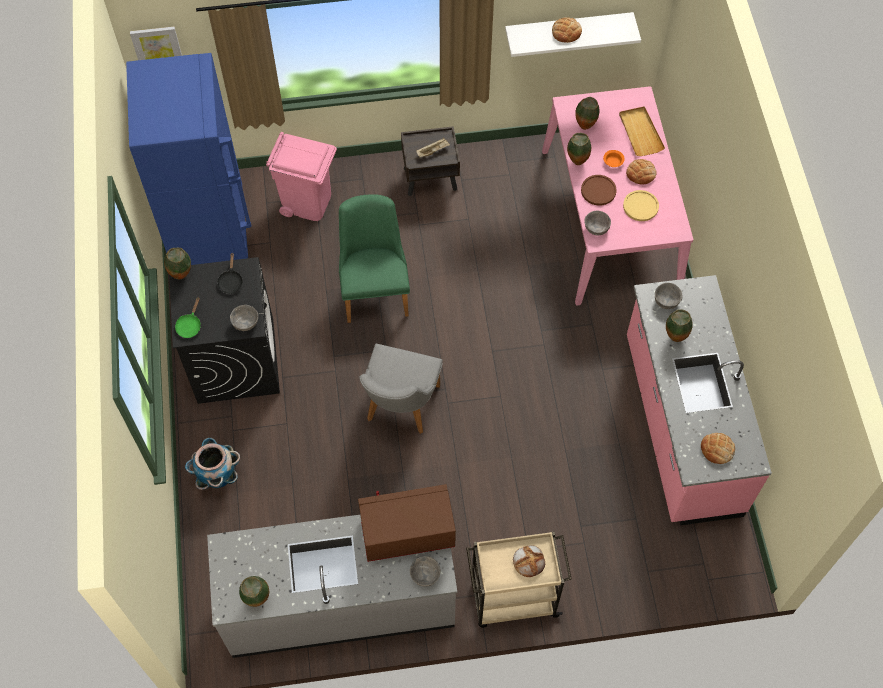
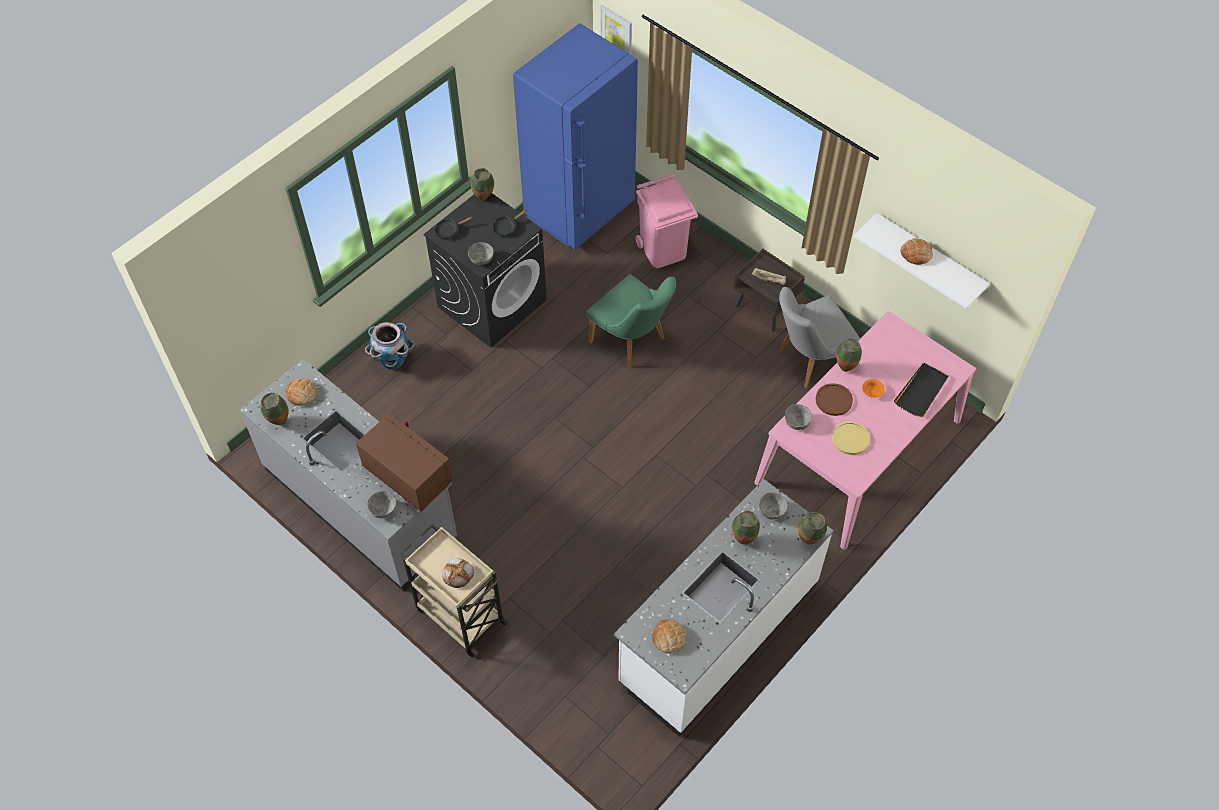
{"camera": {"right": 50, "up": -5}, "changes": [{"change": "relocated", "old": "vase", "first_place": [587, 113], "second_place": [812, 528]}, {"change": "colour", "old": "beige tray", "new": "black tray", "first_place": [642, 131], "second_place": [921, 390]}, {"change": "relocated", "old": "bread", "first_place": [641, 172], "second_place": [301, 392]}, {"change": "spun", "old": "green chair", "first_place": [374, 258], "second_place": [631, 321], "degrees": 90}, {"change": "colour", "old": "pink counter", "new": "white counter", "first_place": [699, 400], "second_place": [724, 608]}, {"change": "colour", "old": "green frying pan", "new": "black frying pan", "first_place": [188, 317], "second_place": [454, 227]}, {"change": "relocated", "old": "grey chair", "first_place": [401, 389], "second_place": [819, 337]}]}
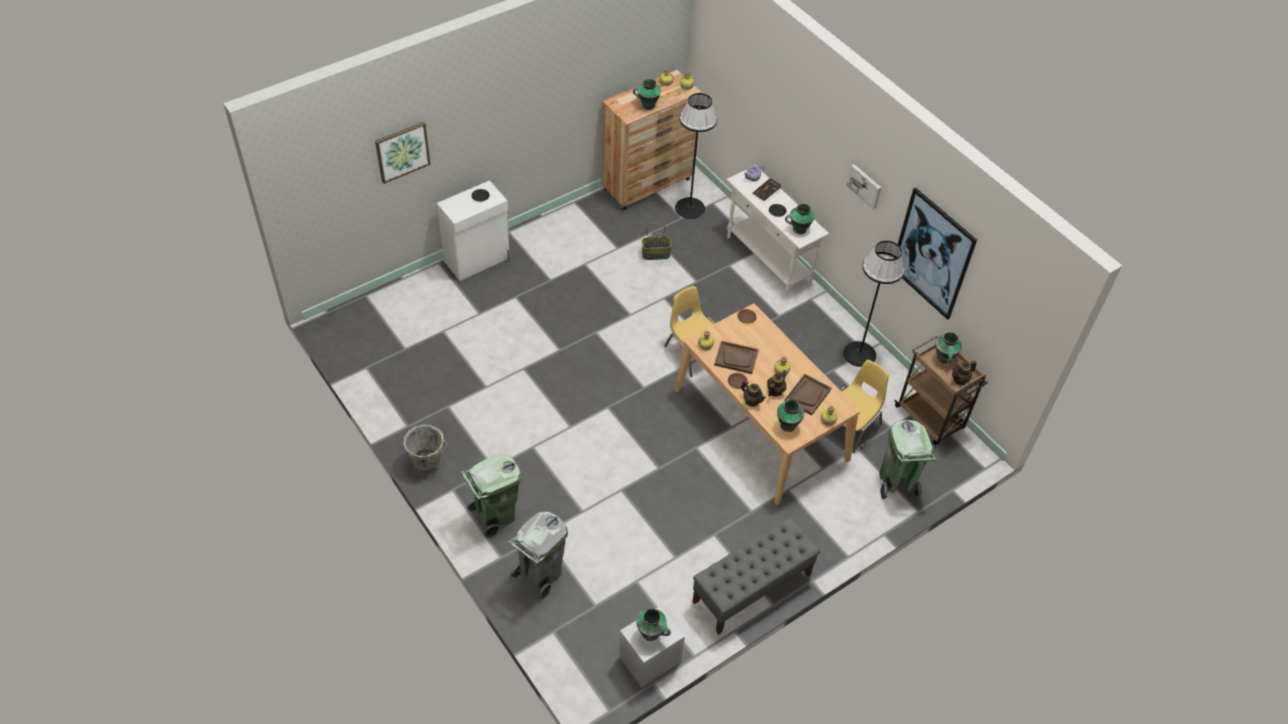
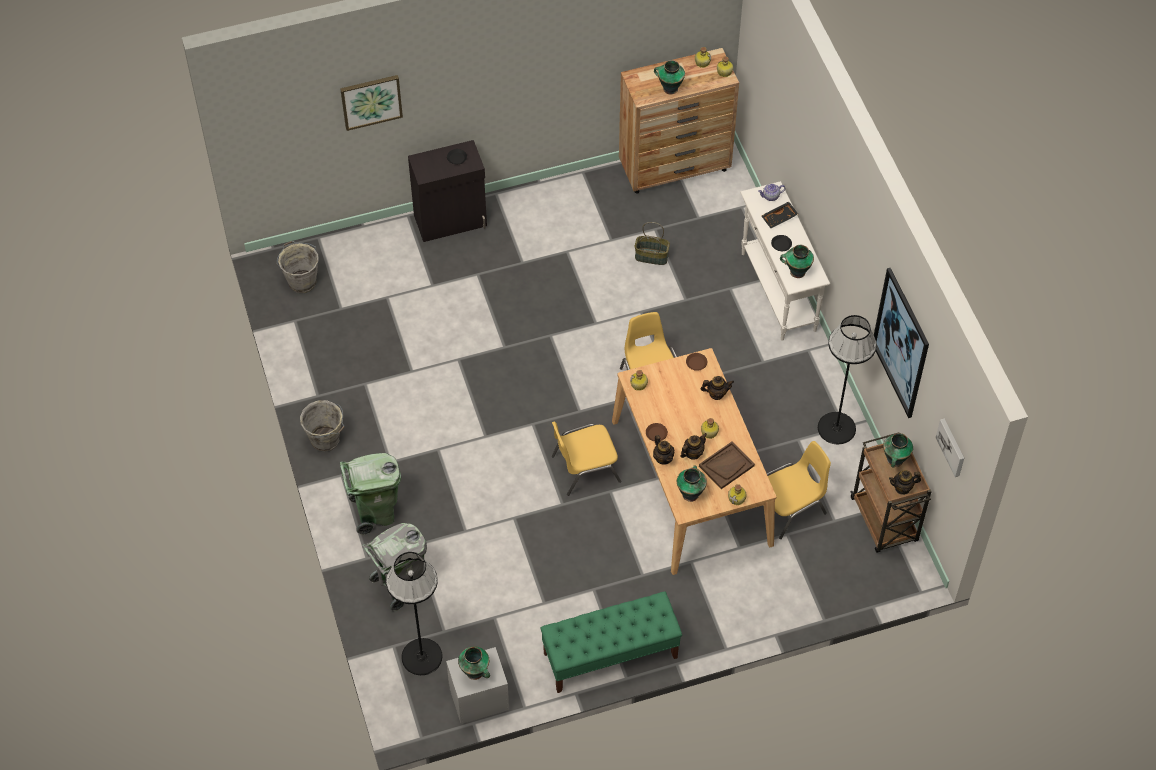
{"camera": {"right": 20, "up": 5}, "changes": [{"change": "relocated", "old": "black floor lamp", "first_place": [696, 156], "second_place": [414, 613]}, {"change": "relocated", "old": "picture", "first_place": [864, 186], "second_place": [950, 448]}, {"change": "colour", "old": "white cabinet", "new": "black cabinet", "first_place": [473, 230], "second_place": [447, 191]}, {"change": "missing", "old": "brown tray", "first_place": [736, 357]}, {"change": "missing", "old": "green trash can", "first_place": [908, 460]}, {"change": "colour", "old": "grey bench", "new": "green bench", "first_place": [756, 576], "second_place": [611, 642]}, {"change": "appeared", "new": "grey bucket", "second_place": [298, 267]}, {"change": "appeared", "new": "teapot", "second_place": [717, 388]}, {"change": "appeared", "new": "yellow chair", "second_place": [586, 458]}]}
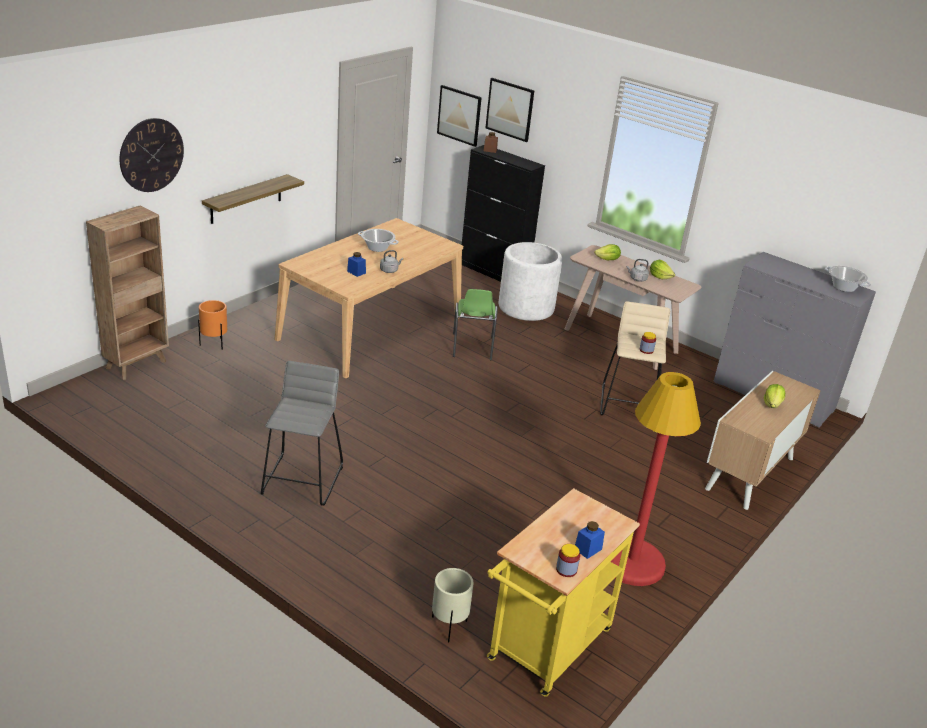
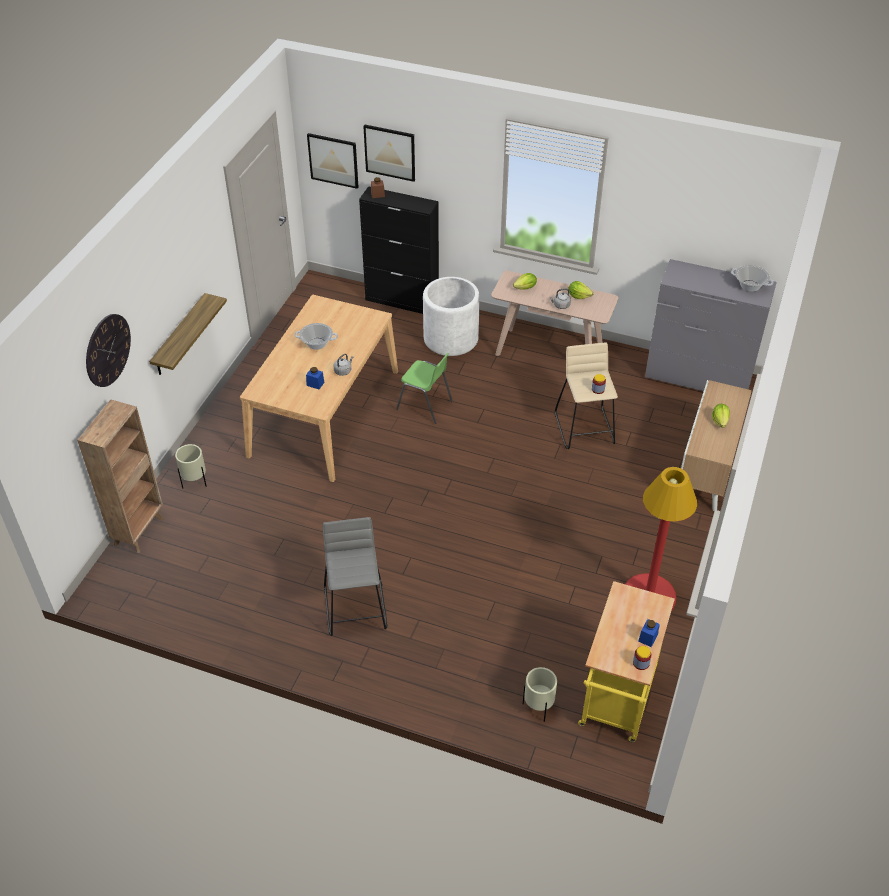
{"camera": {"right": -15, "up": 15}, "changes": [{"change": "spun", "old": "green chair", "first_place": [475, 324], "second_place": [424, 388], "degrees": -45}, {"change": "colour", "old": "orange planter", "new": "beige planter", "first_place": [212, 325], "second_place": [191, 466]}]}
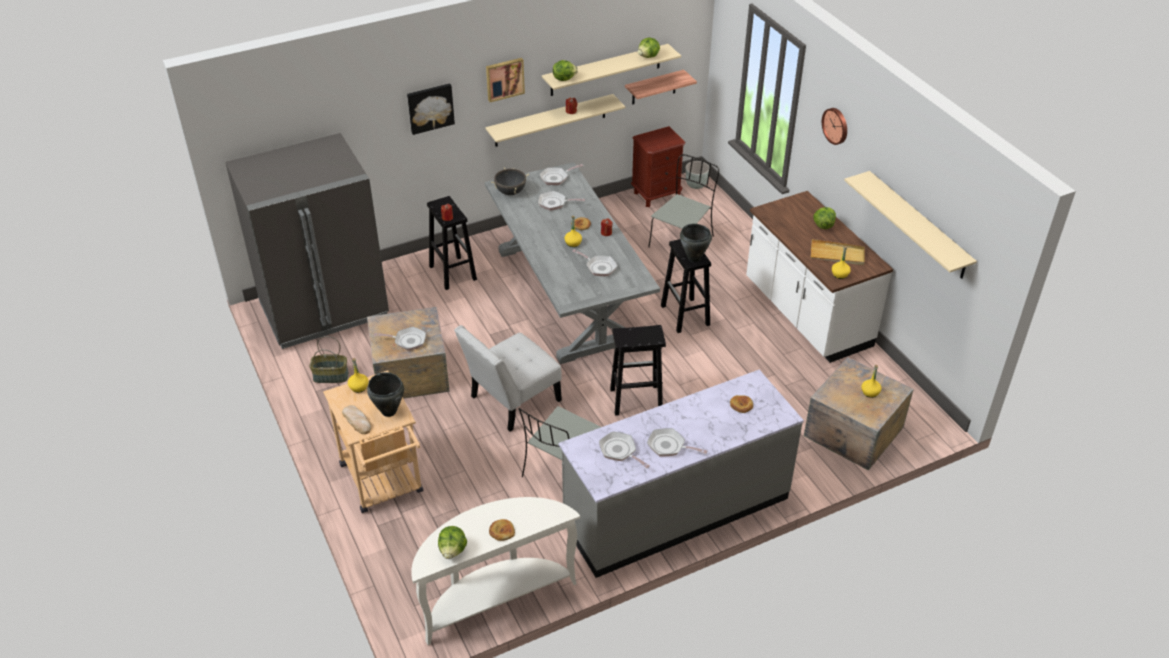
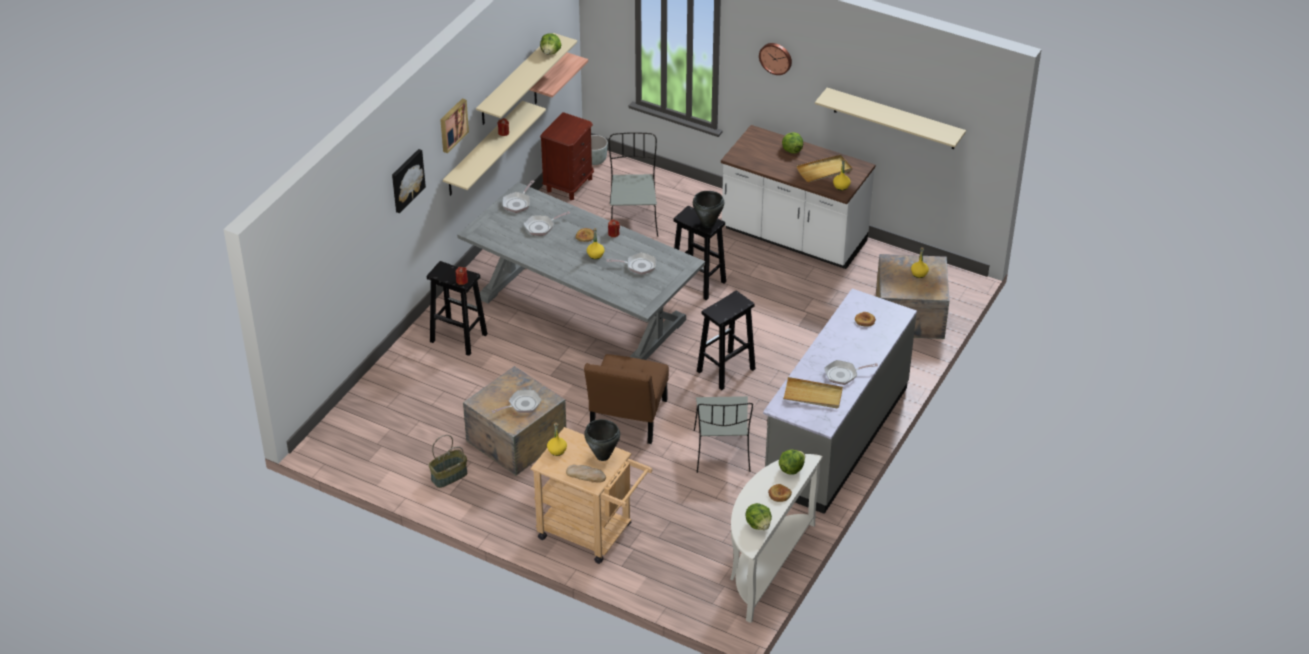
{"camera": {"right": -35, "up": 0}, "changes": [{"change": "relocated", "old": "lettuce", "first_place": [565, 70], "second_place": [792, 462]}, {"change": "missing", "old": "grey fridge", "first_place": [307, 241]}, {"change": "missing", "old": "black cooking pot", "first_place": [510, 181]}, {"change": "colour", "old": "white chair", "new": "brown chair", "first_place": [508, 378], "second_place": [626, 399]}, {"change": "exchanged", "old": "frying pan", "new": "beige tray", "first_place": [624, 449], "second_place": [813, 392]}]}
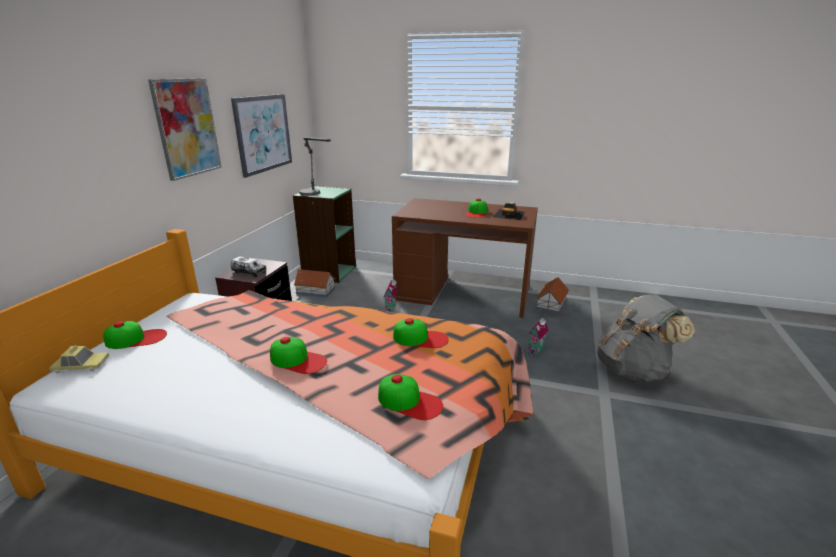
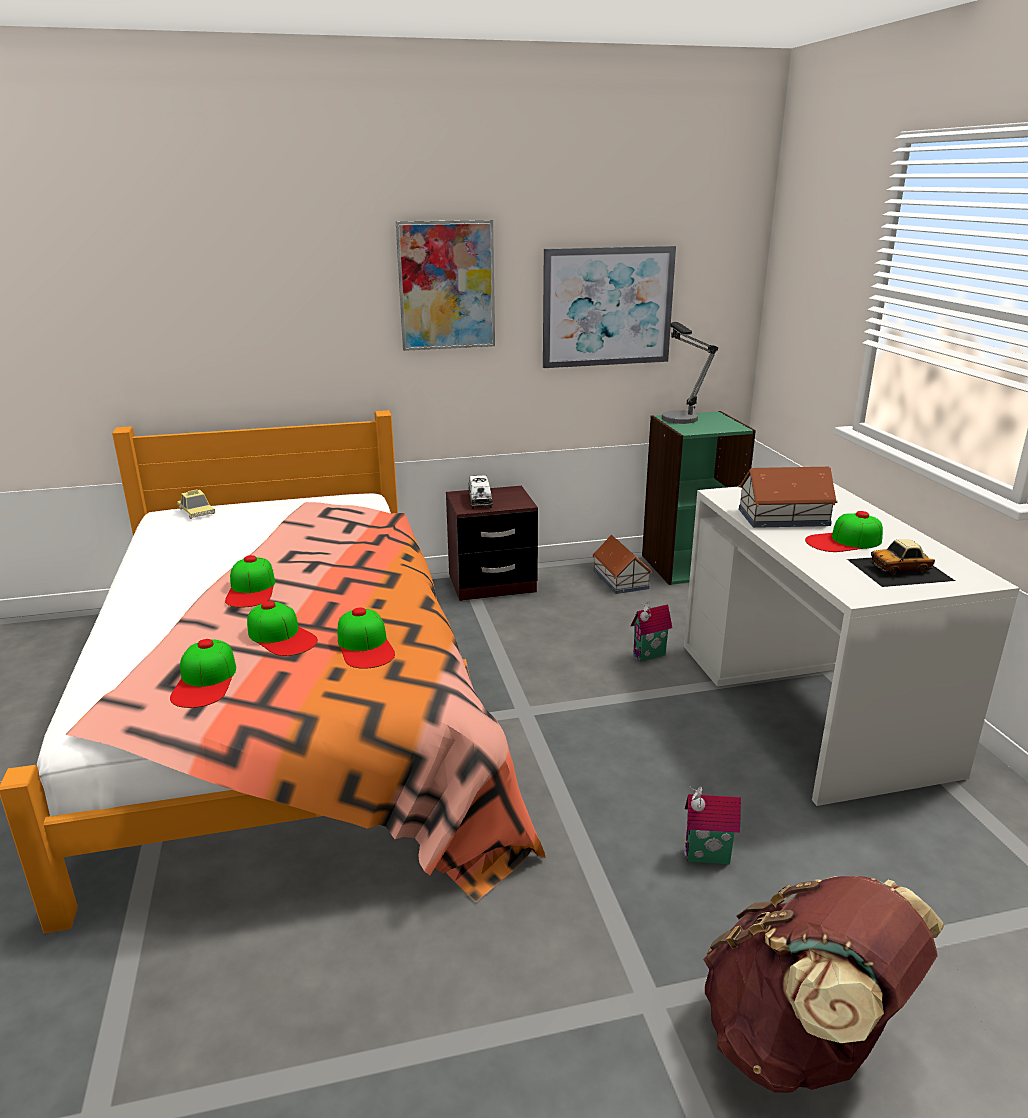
{"camera": {"right": 60, "up": 0}, "changes": [{"change": "colour", "old": "brown desk", "new": "white desk", "first_place": [465, 258], "second_place": [852, 644]}, {"change": "relocated", "old": "toy house", "first_place": [552, 295], "second_place": [788, 497]}, {"change": "colour", "old": "grey backpack", "new": "brown backpack", "first_place": [646, 338], "second_place": [823, 984]}, {"change": "relocated", "old": "cap", "first_place": [135, 335], "second_place": [282, 628]}]}
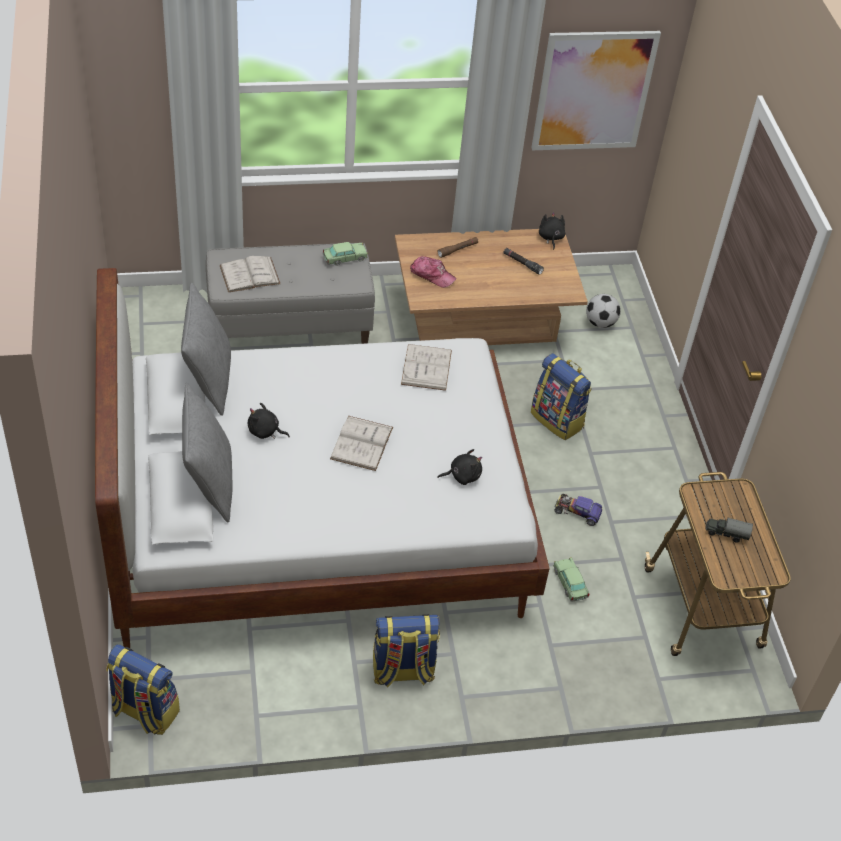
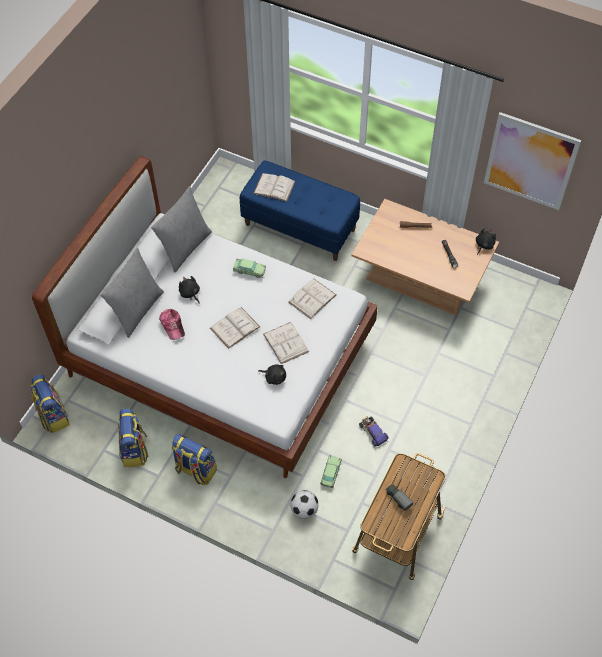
{"camera": {"right": 40, "up": 10}, "changes": [{"change": "relocated", "old": "toy car", "first_place": [345, 254], "second_place": [249, 268]}, {"change": "colour", "old": "grey bench", "new": "blue bench", "first_place": [290, 293], "second_place": [300, 210]}, {"change": "relocated", "old": "cap", "first_place": [433, 272], "second_place": [172, 324]}, {"change": "relocated", "old": "football", "first_place": [603, 311], "second_place": [304, 504]}, {"change": "relocated", "old": "backpack", "first_place": [561, 396], "second_place": [133, 437]}, {"change": "appeared", "new": "white book", "second_place": [286, 343]}]}
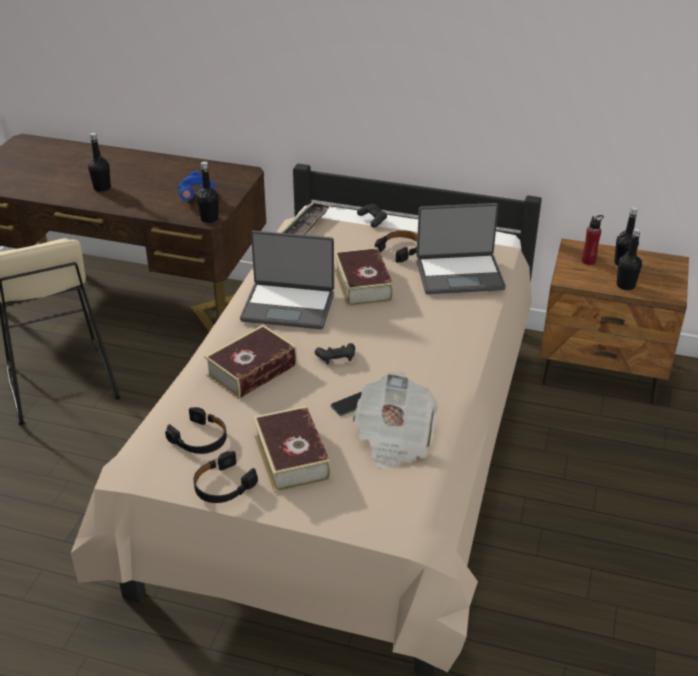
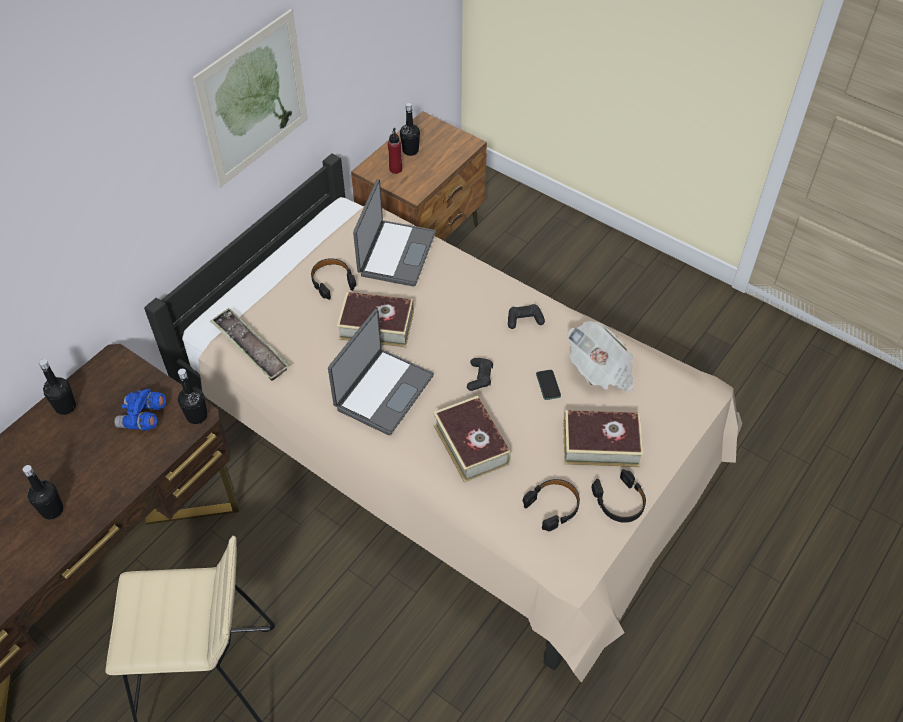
{"camera": {"right": -70, "up": 15}, "changes": [{"change": "relocated", "old": "black game controller", "first_place": [372, 216], "second_place": [526, 316]}, {"change": "relocated", "old": "black bottle", "first_place": [629, 259], "second_place": [57, 387]}, {"change": "appeared", "new": "picture", "second_place": [250, 98]}]}
